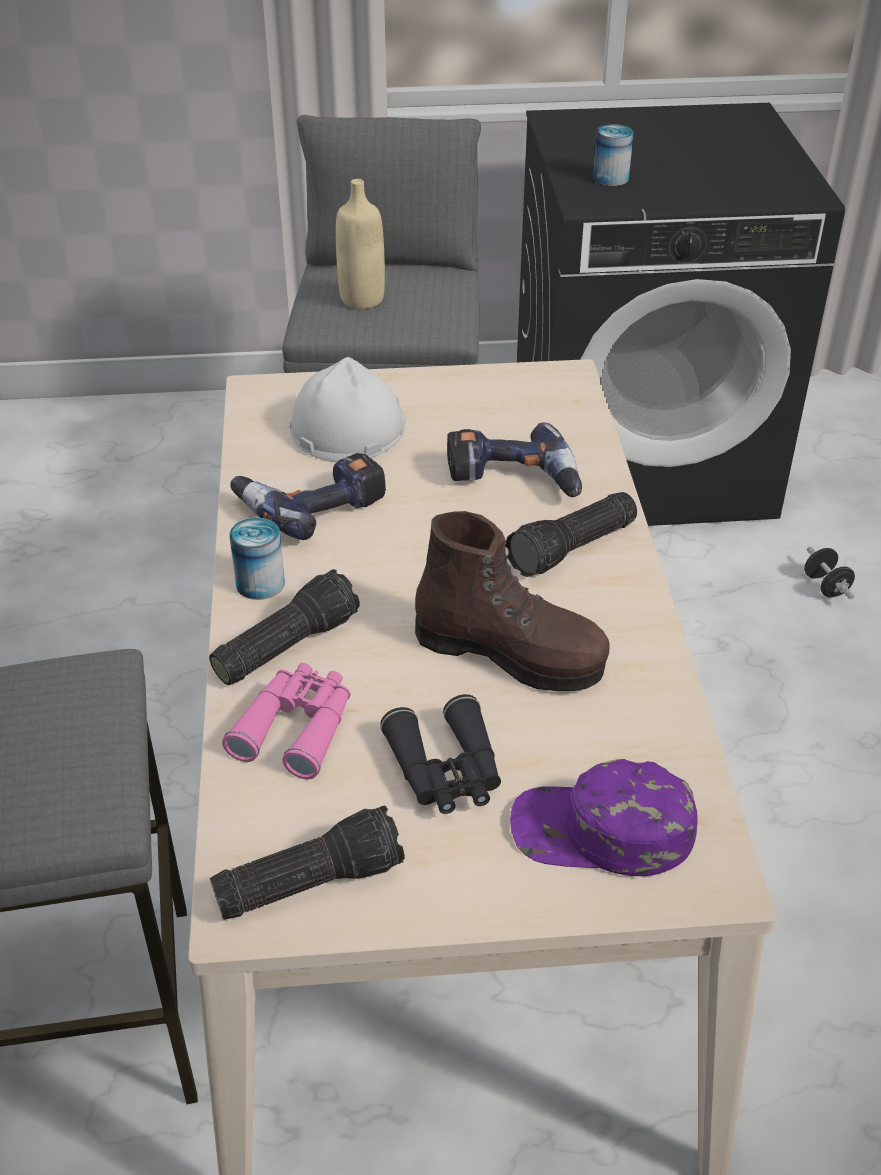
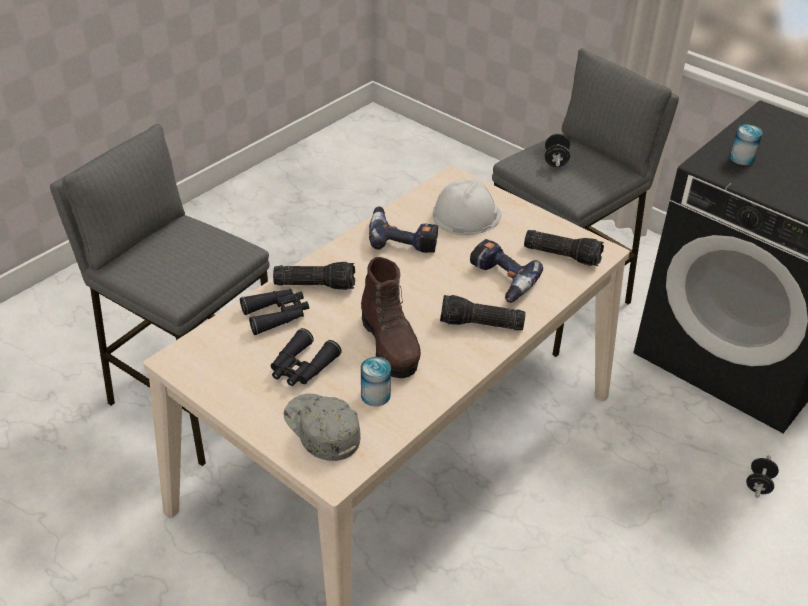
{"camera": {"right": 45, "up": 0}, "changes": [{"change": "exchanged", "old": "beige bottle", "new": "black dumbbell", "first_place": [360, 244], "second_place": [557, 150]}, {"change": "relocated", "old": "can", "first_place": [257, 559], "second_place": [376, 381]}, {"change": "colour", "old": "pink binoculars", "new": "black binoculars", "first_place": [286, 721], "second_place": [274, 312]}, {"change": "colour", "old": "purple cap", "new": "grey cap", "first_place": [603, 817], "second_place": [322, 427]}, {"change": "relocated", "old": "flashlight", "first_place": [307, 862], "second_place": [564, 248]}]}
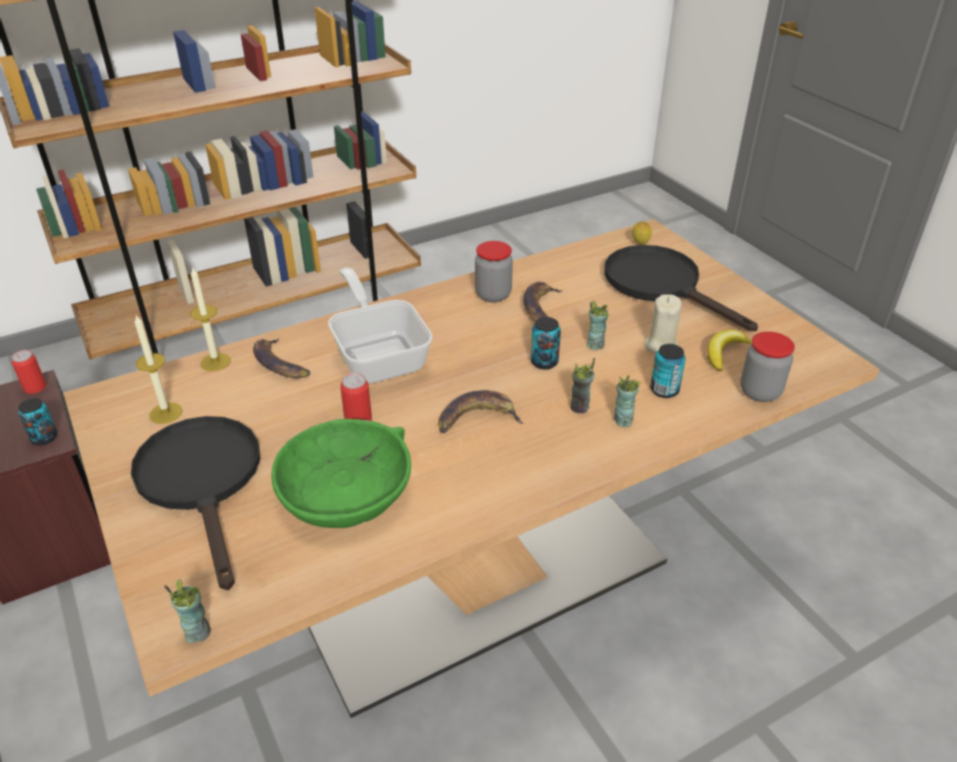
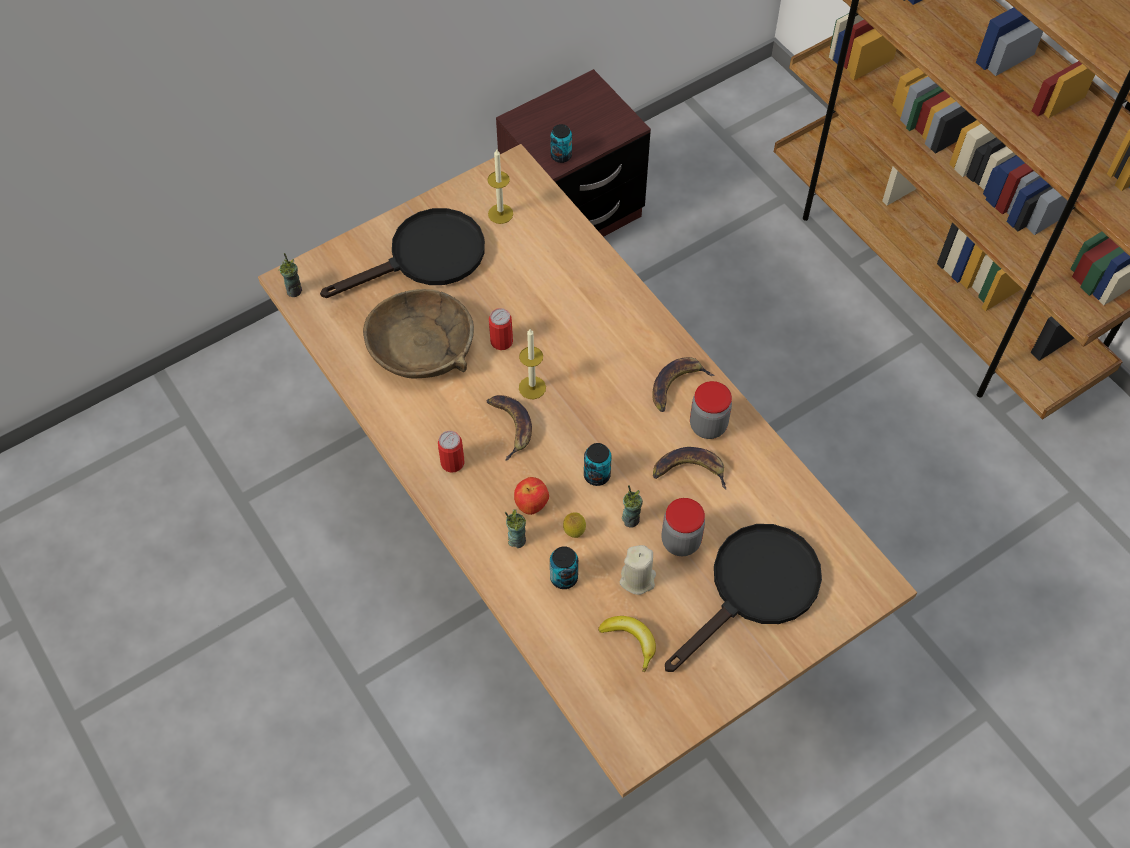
{"camera": {"right": 85, "up": 20}, "changes": [{"change": "relocated", "old": "lemon", "first_place": [642, 233], "second_place": [574, 525]}, {"change": "relocated", "old": "candle", "first_place": [210, 318], "second_place": [532, 364]}, {"change": "missing", "old": "frying pan", "first_place": [380, 325]}, {"change": "relocated", "old": "jar", "first_place": [767, 367], "second_place": [683, 527]}, {"change": "relocated", "old": "banana", "first_place": [281, 358], "second_place": [683, 384]}, {"change": "relocated", "old": "can", "first_place": [29, 372], "second_place": [451, 452]}, {"change": "exchanged", "old": "cup", "new": "apple", "first_place": [582, 386], "second_place": [531, 496]}, {"change": "colour", "old": "green bowl", "new": "brown bowl", "first_place": [341, 473], "second_place": [418, 333]}]}
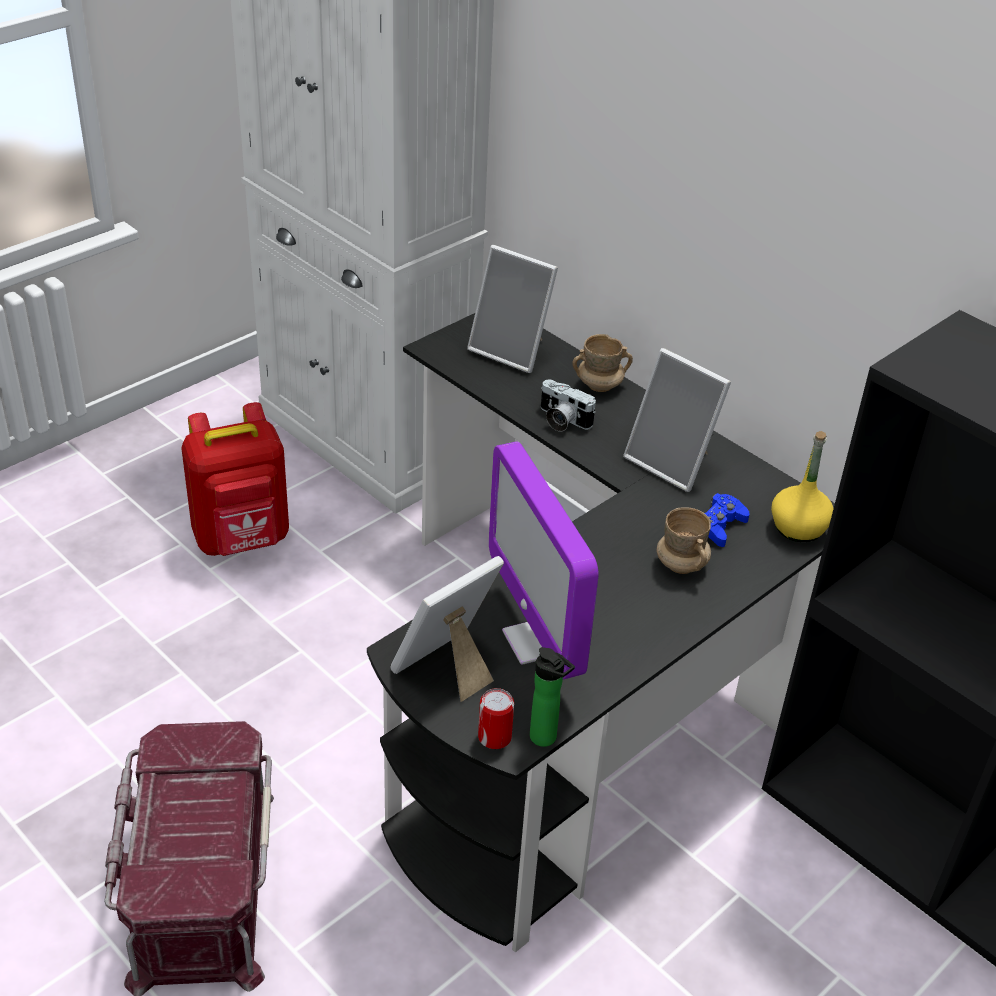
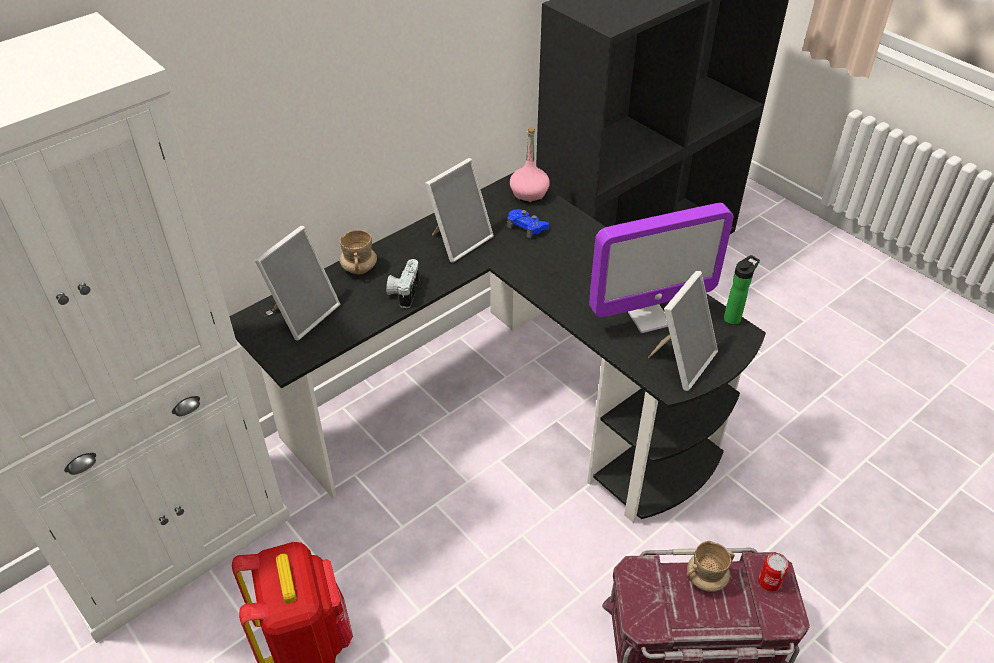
{"camera": {"right": -85, "up": 5}, "changes": [{"change": "spun", "old": "photo camera", "first_place": [568, 405], "second_place": [403, 283], "degrees": 150}, {"change": "colour", "old": "yellow bottle", "new": "pink bottle", "first_place": [802, 486], "second_place": [530, 165]}, {"change": "relocated", "old": "beige mug", "first_place": [683, 540], "second_place": [710, 566]}, {"change": "spun", "old": "picture frame", "first_place": [447, 629], "second_place": [683, 331], "degrees": -105}, {"change": "relocated", "old": "can", "first_place": [496, 718], "second_place": [773, 572]}]}
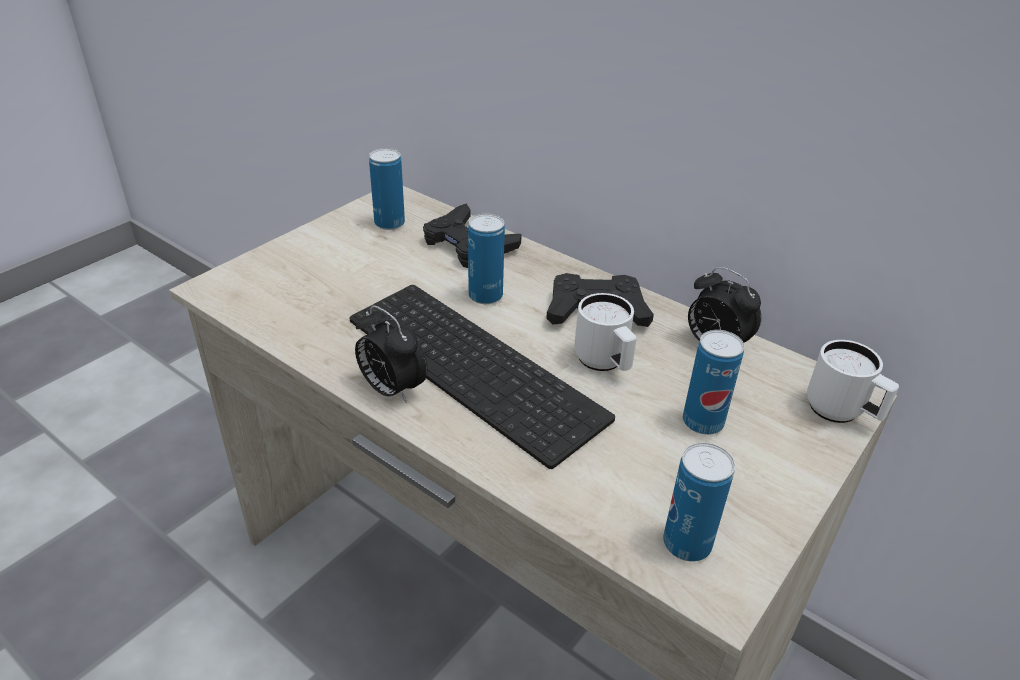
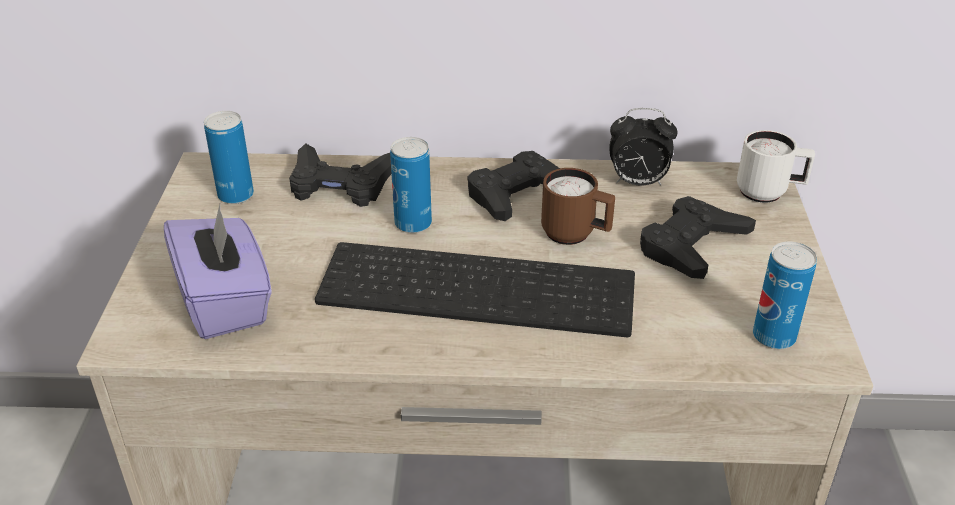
{"camera": {"right": -35, "up": 0}, "changes": [{"change": "colour", "old": "white mug", "new": "brown mug", "first_place": [605, 332], "second_place": [578, 206]}, {"change": "missing", "old": "alarm clock", "first_place": [391, 354]}, {"change": "exchanged", "old": "can", "new": "black game controller", "first_place": [713, 382], "second_place": [698, 237]}, {"change": "appeared", "new": "purple tissue box", "second_place": [218, 271]}]}
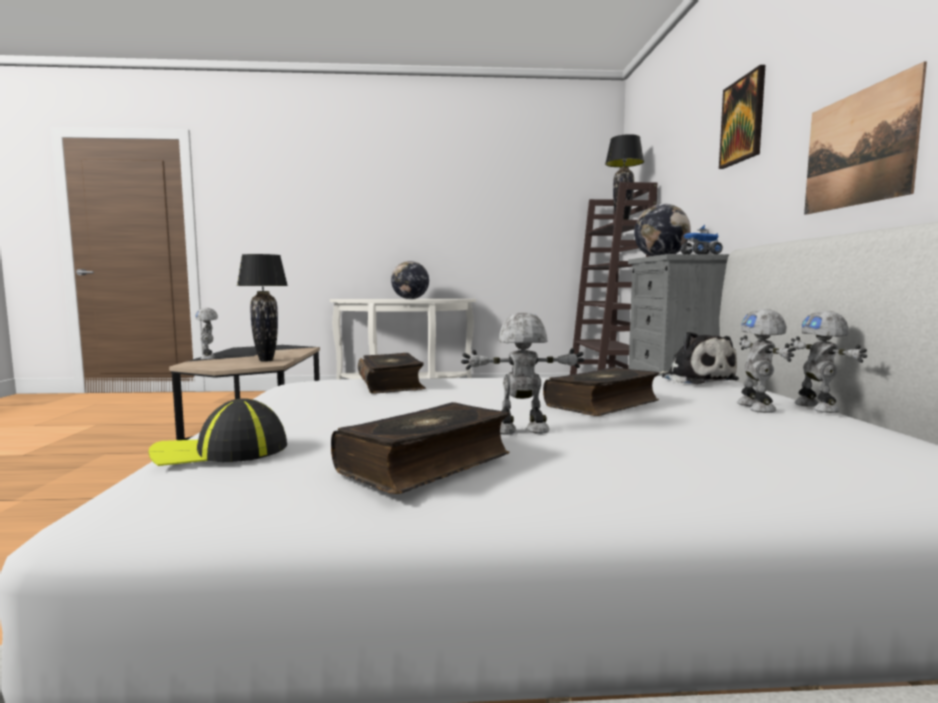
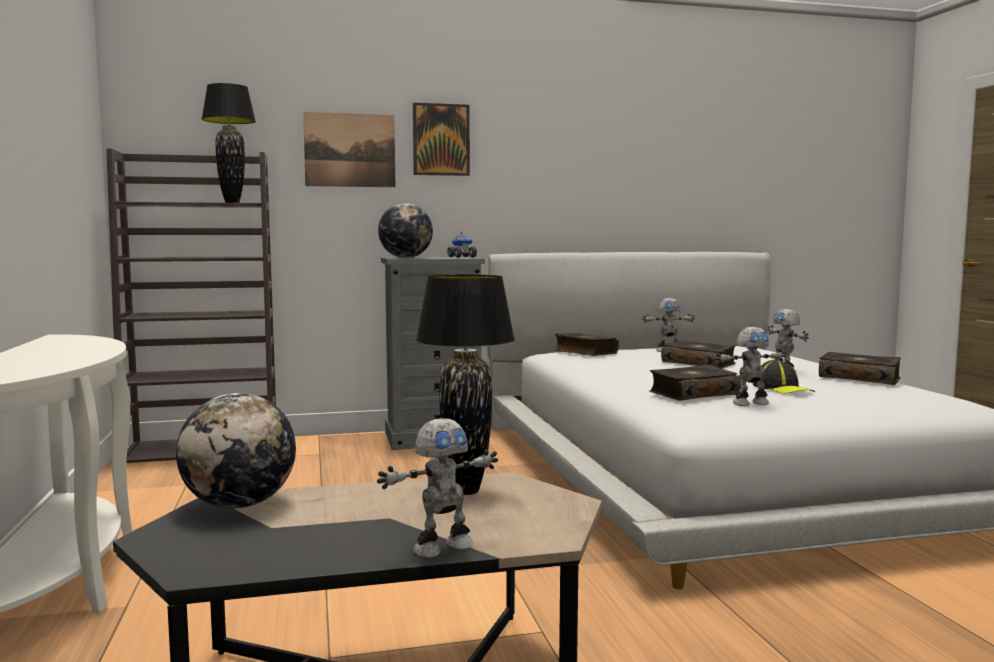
{"camera": {"right": -100, "up": 0}, "changes": [{"change": "relocated", "old": "picture", "first_place": [865, 138], "second_place": [349, 149]}, {"change": "relocated", "old": "globe", "first_place": [410, 280], "second_place": [236, 451]}, {"change": "relocated", "old": "toy robot", "first_place": [828, 362], "second_place": [750, 366]}, {"change": "exchanged", "old": "plush toy", "new": "book", "first_place": [699, 357], "second_place": [586, 344]}, {"change": "relocated", "old": "cap", "first_place": [217, 432], "second_place": [784, 377]}]}
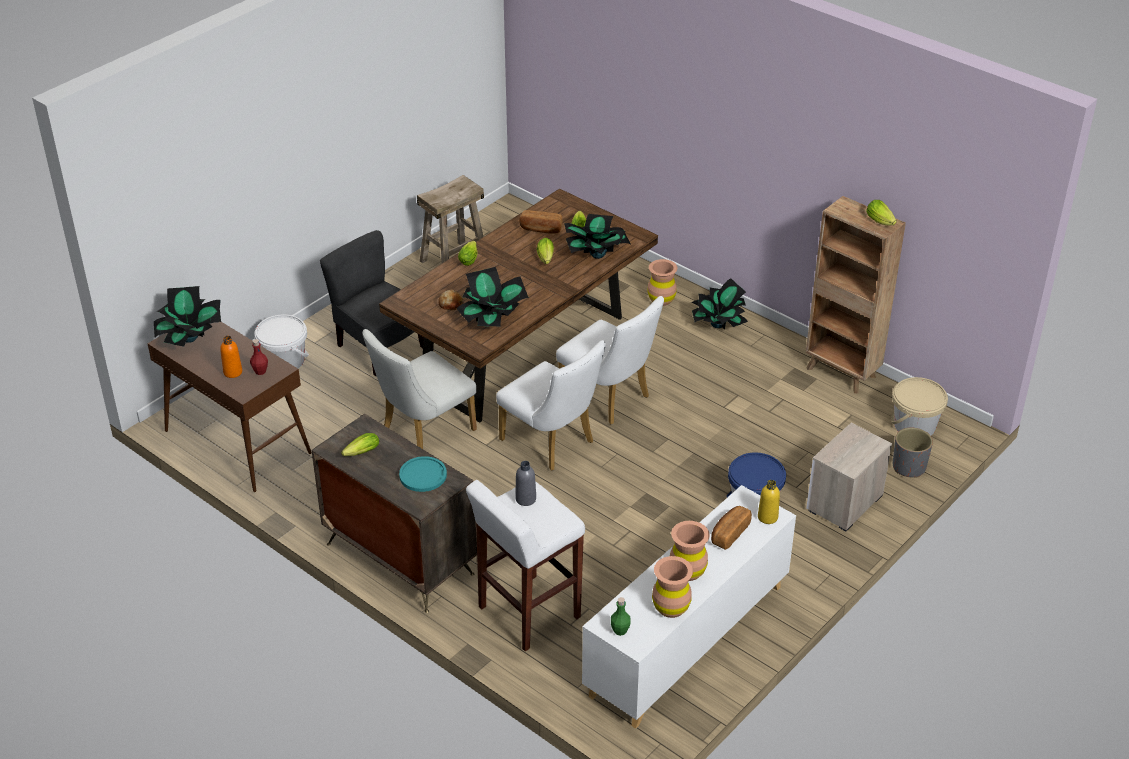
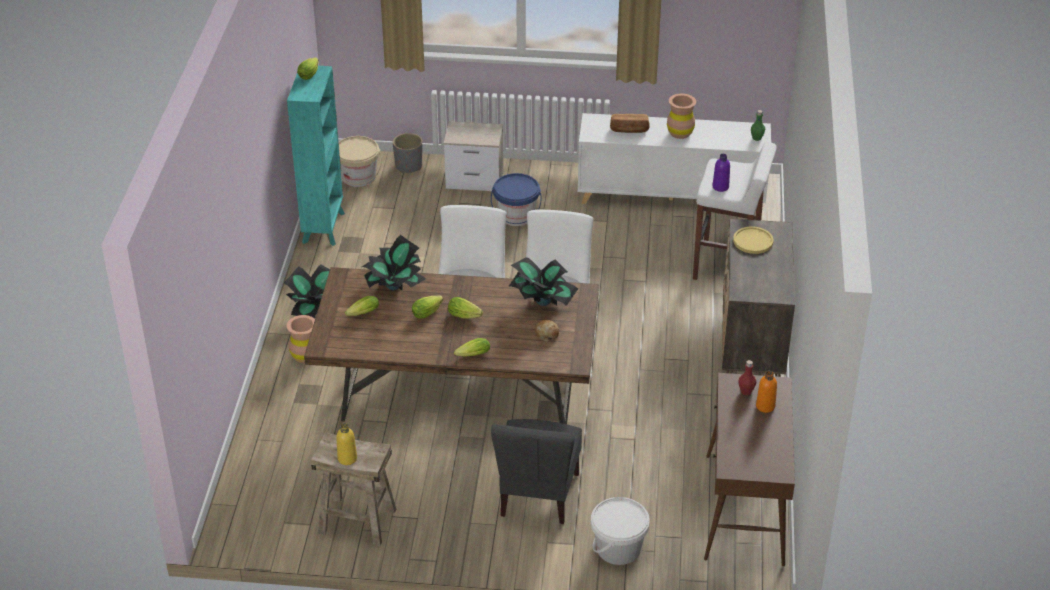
{"camera": {"right": -125, "up": 0}, "changes": [{"change": "colour", "old": "brown bookcase", "new": "turquoise bookcase", "first_place": [856, 294], "second_place": [316, 156]}, {"change": "missing", "old": "bread", "first_place": [541, 222]}, {"change": "missing", "old": "potted plant", "first_place": [187, 316]}, {"change": "missing", "old": "white chair", "first_place": [419, 389]}, {"change": "relocated", "old": "lettuce", "first_place": [360, 444], "second_place": [465, 308]}, {"change": "colour", "old": "turquoise plate", "new": "yellow plate", "first_place": [423, 474], "second_place": [753, 240]}, {"change": "colour", "old": "grey bottle", "new": "purple bottle", "first_place": [525, 483], "second_place": [721, 173]}, {"change": "relocated", "old": "yellow bottle", "first_place": [769, 502], "second_place": [346, 444]}, {"change": "missing", "old": "brown vase", "first_place": [672, 587]}]}
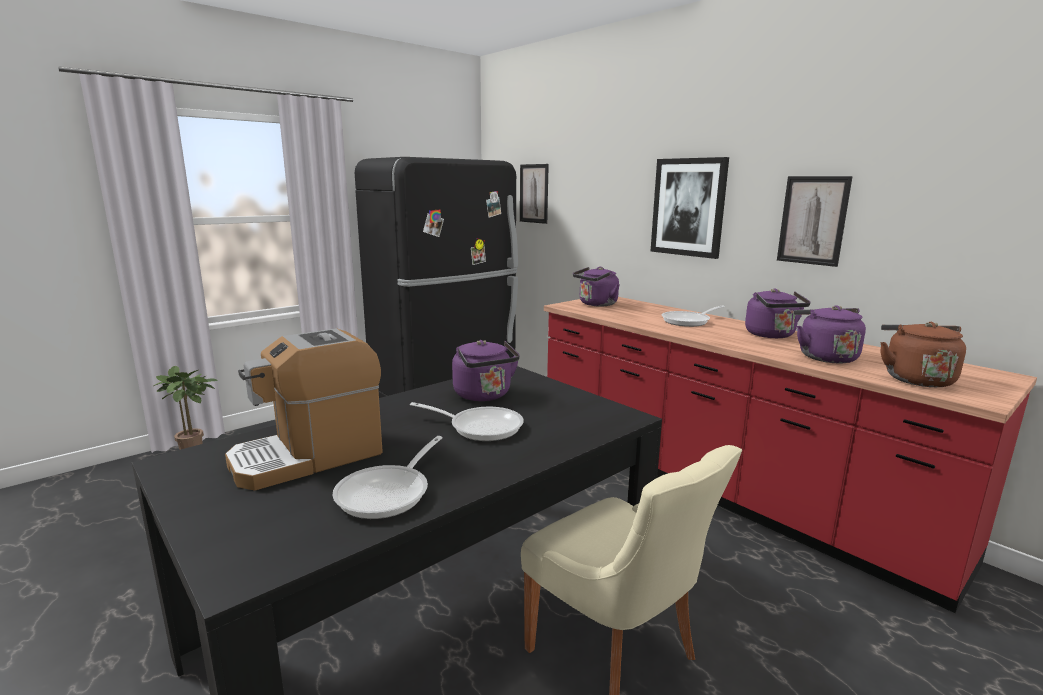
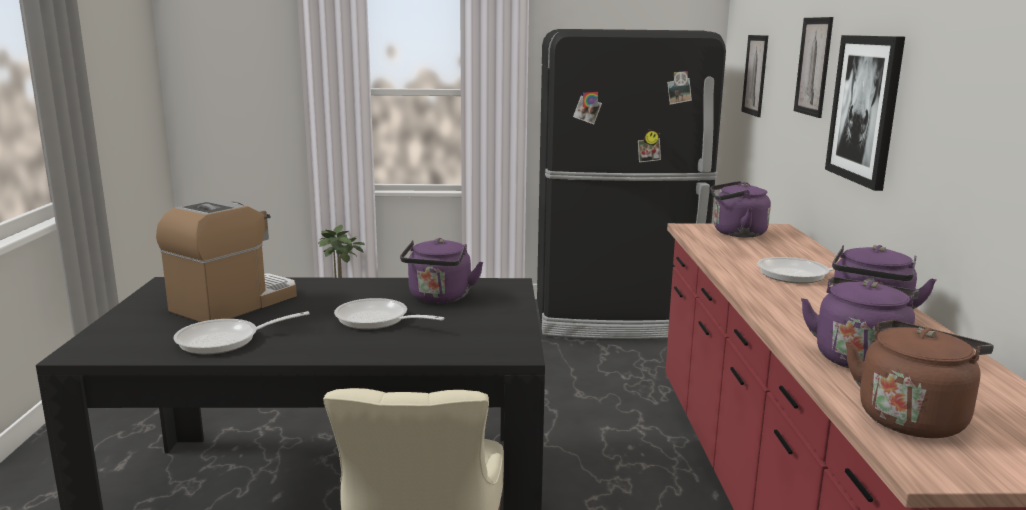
{"camera": {"right": 40, "up": 0}, "changes": [{"change": "relocated", "old": "picture", "first_place": [815, 221], "second_place": [813, 67]}, {"change": "spun", "old": "coffee machine", "first_place": [304, 409], "second_place": [226, 261], "degrees": 120}, {"change": "spun", "old": "frying pan", "first_place": [467, 421], "second_place": [389, 314], "degrees": 150}]}
